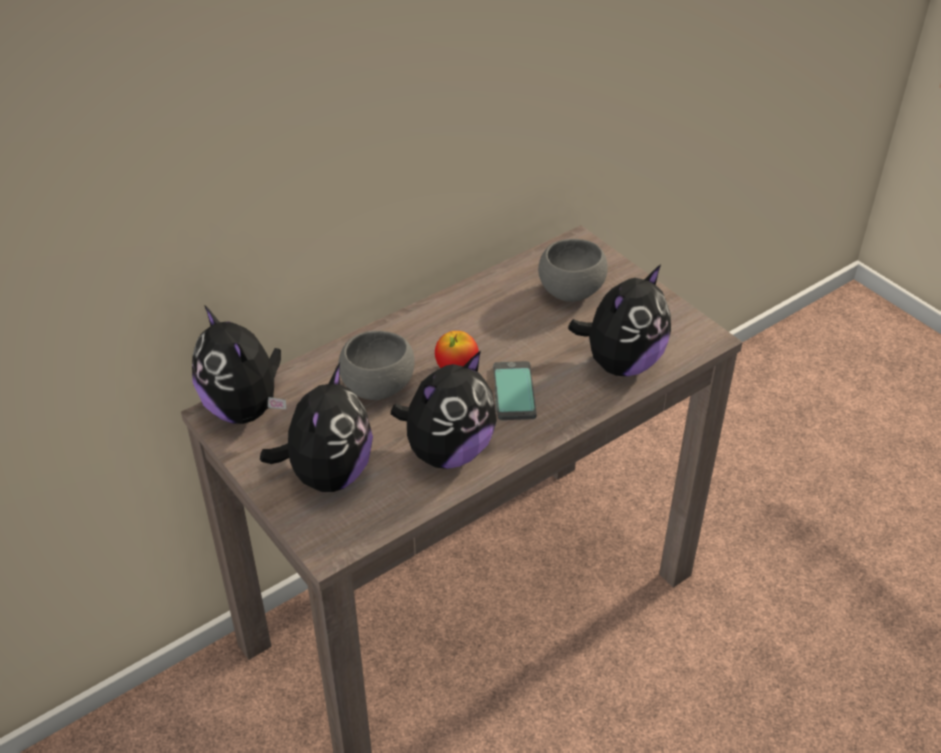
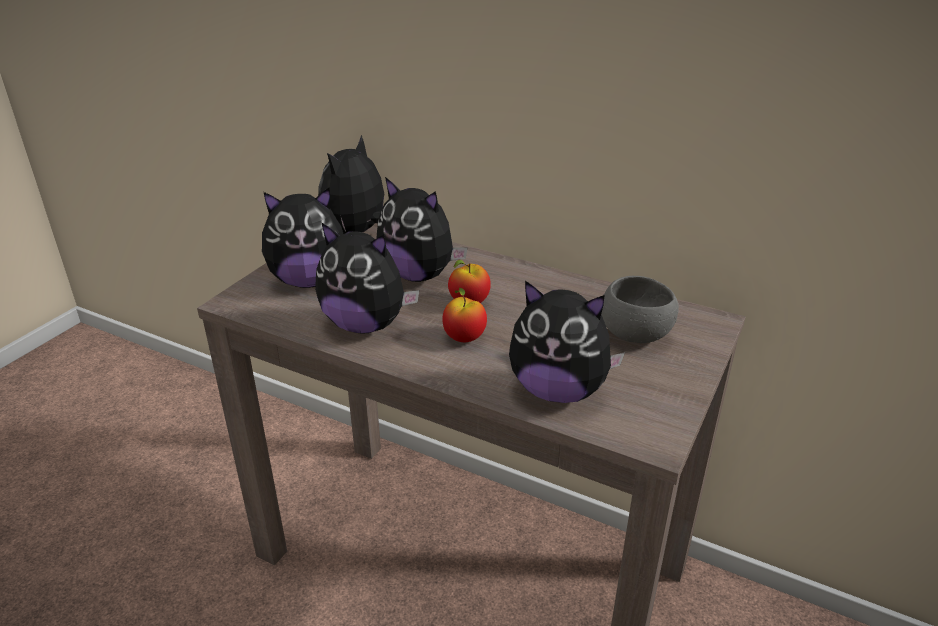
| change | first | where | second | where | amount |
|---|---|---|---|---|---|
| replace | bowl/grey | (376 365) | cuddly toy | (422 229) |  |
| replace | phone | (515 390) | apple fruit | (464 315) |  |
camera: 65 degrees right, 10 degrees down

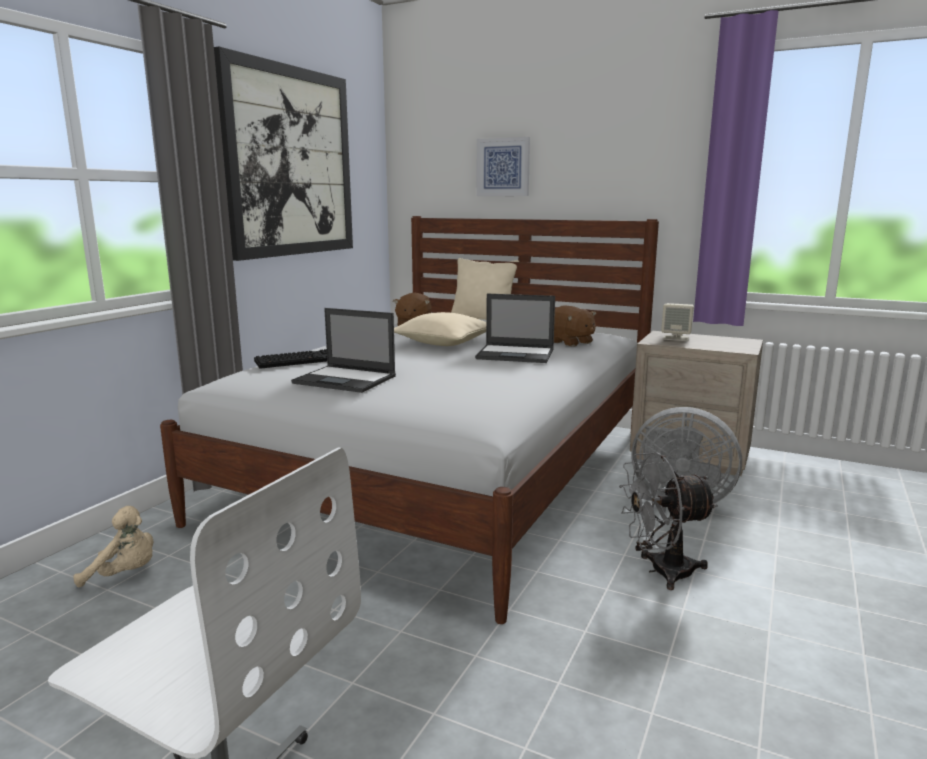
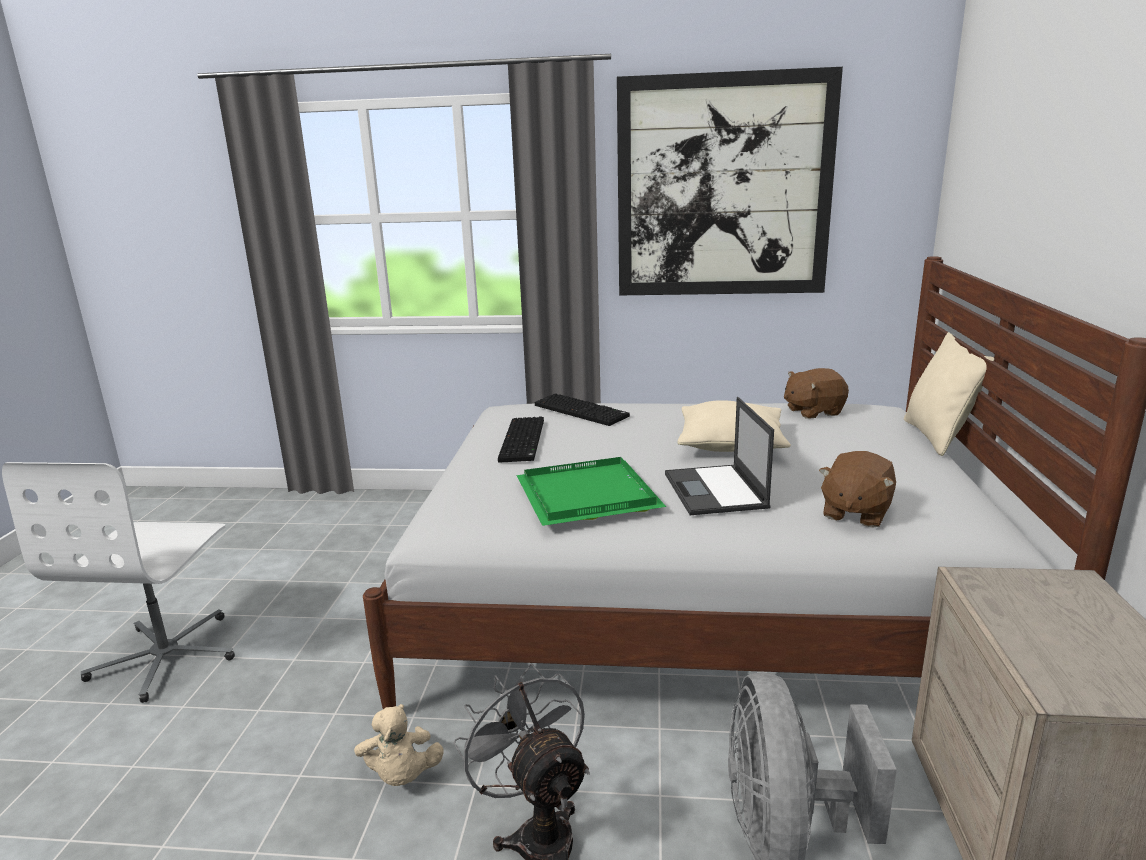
| change | first | where | second | where | amount |
|---|---|---|---|---|---|
| move | cuddly toy/beige | (113 546) |  | (399 745) |  |
| replace | portable computer | (343 350) | computer keyboard | (521 439) |  |
| delete | picture | (503 166) |  |  |  |
| delete | speaker/beige | (677 322) |  |  |  |
| insert |  |  | tray/green | (591 491) |  |
camera: 70 degrees right, 5 degrees up

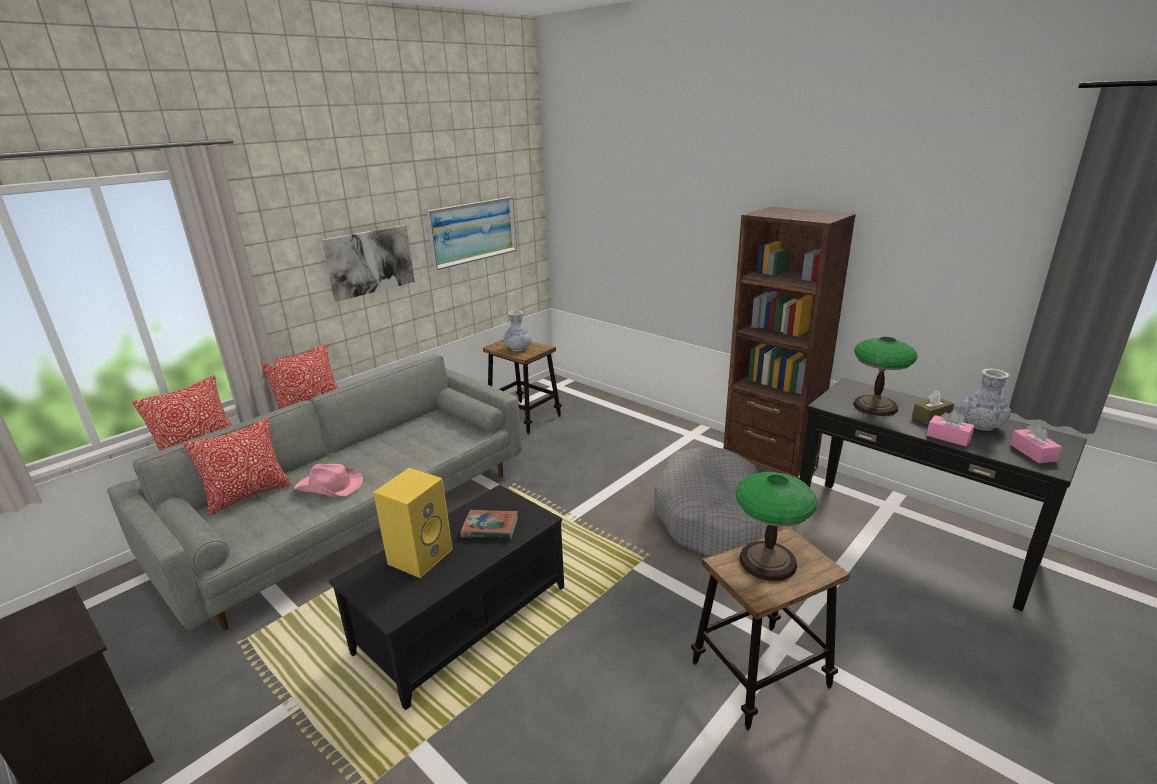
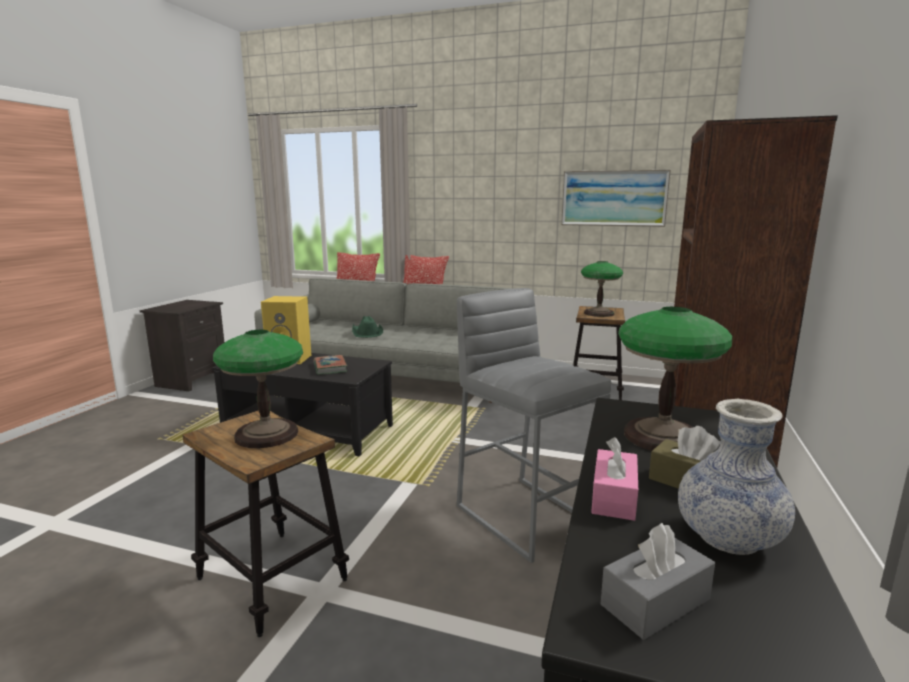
| change | first | where | second | where | amount |
|---|---|---|---|---|---|
| delete | pillow | (238 467) |  |  |  |
| recolor | clothing hat/pink | (328 480) | clothing hat/green | (367 327) |  |
| delete | picture | (368 263) |  |  |  |
| replace | decorative vase | (518 330) | tabletop lamp | (602 289) |  |
| replace | dog bed/grey | (716 502) | stool seat/grey | (534 425) |  |
| recolor | tissue box/pink | (1036 443) | tissue box/grey | (658 581) |  |
camera: 65 degrees right, 10 degrees down

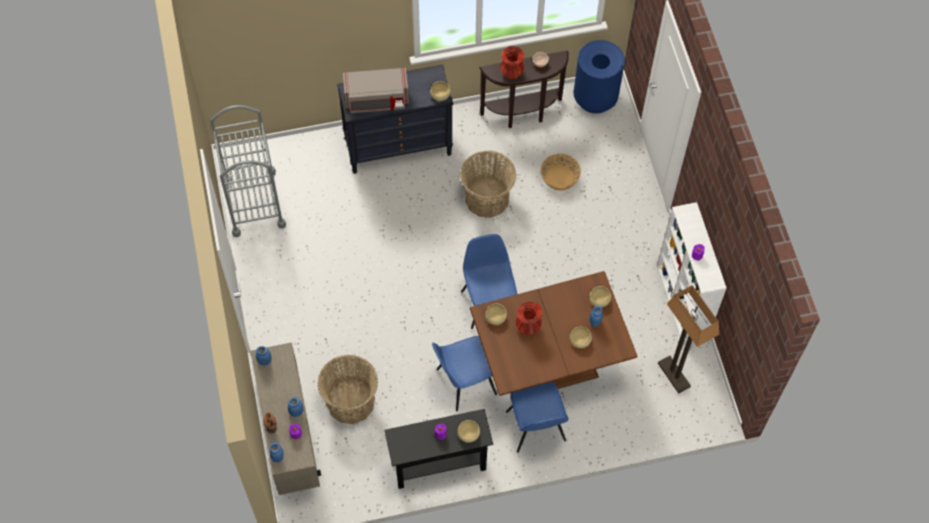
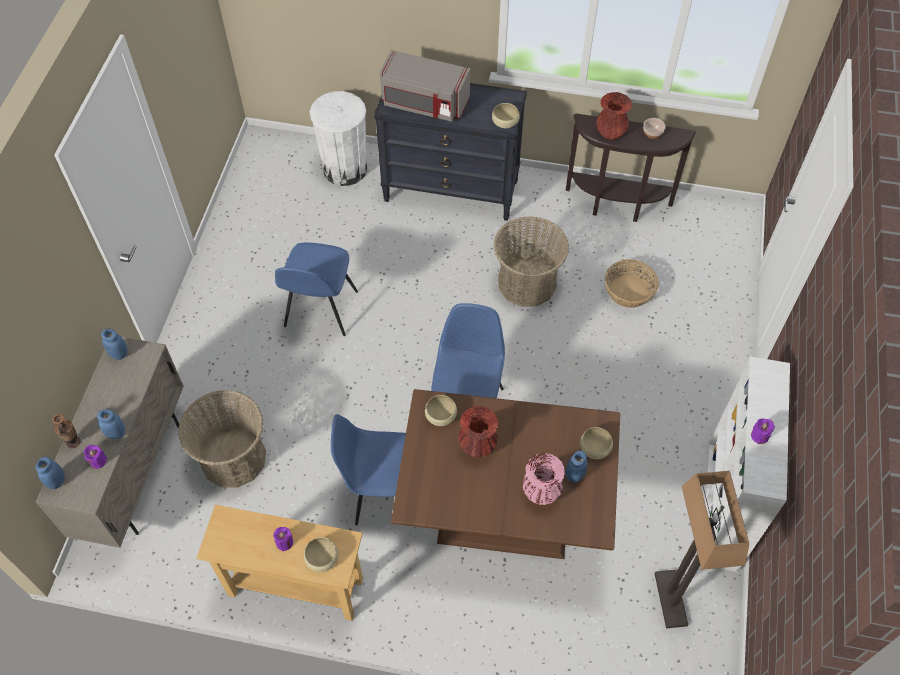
| change | first | where | second | where | amount |
|---|---|---|---|---|---|
| delete | trolley/grey | (248 171) |  |  |  |
| recolor | hall table/blackish | (438 449) | hall table/beige | (279 563) |  |
| move | plain chair/bluish | (537 416) |  | (316 289) |  |
| replace | bowl/beige | (581 337) | decorative vase/pink | (544 479) |  |
| delete | rubbish bin/bluish | (599 76) |  |  |  |
| insert |  |  | rubbish bin/white-coloured | (338 138) |  |
camera: 25 degrees right, 5 degrees down

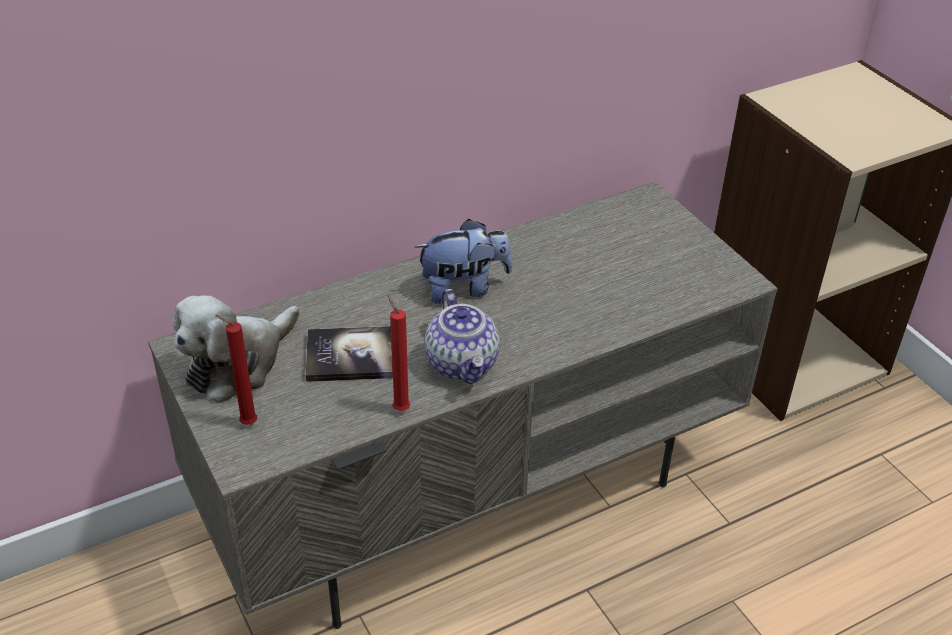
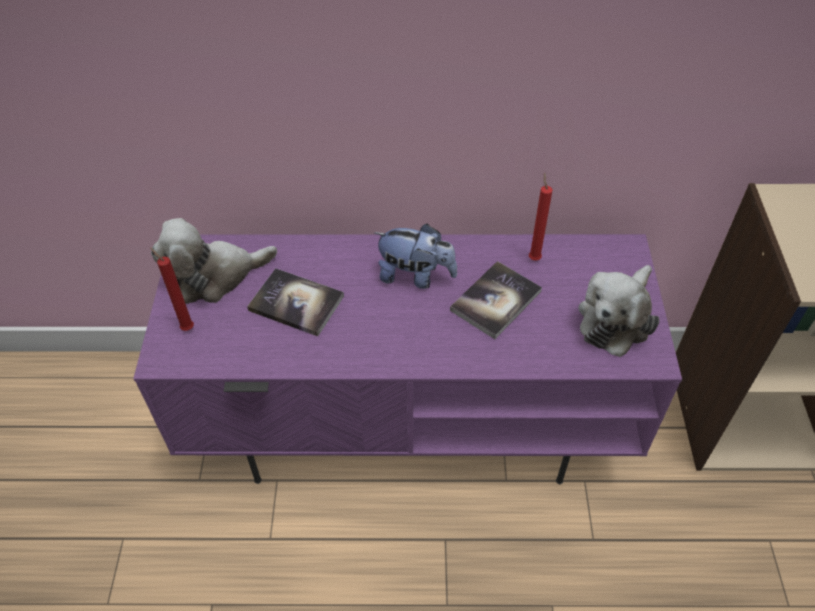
| change | first | where | second | where | amount |
|---|---|---|---|---|---|
| recolor | media console/grey | (463 405) | media console/purple-coloured | (407 359) |  |
| move | wax candle/red | (398 353) |  | (540 217) |  |
| delete | pot for tea | (462 336) |  |  |  |
| insert |  |  | volume | (496 300) |  |
| insert |  |  | cuddly toy | (618 311) |  |
camera: 30 degrees right, 10 degrees up

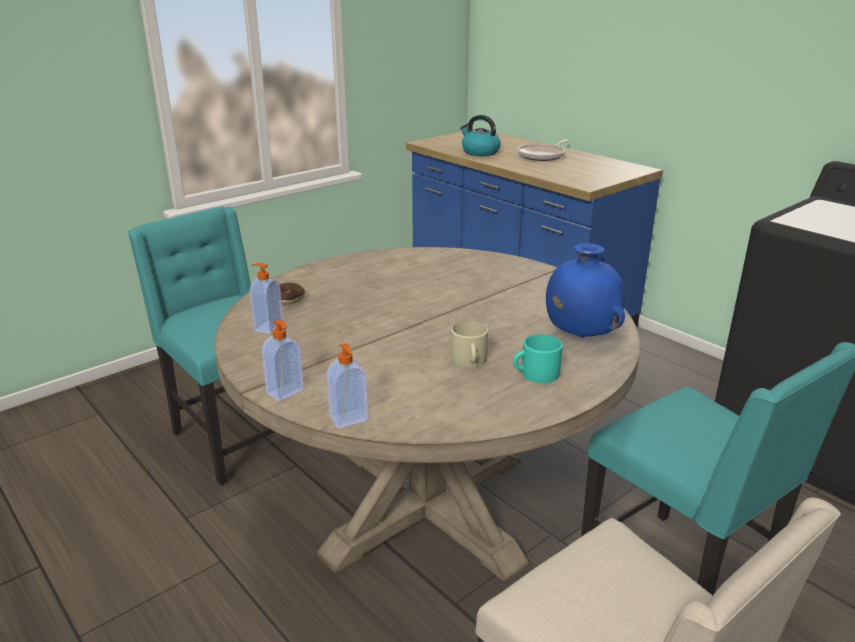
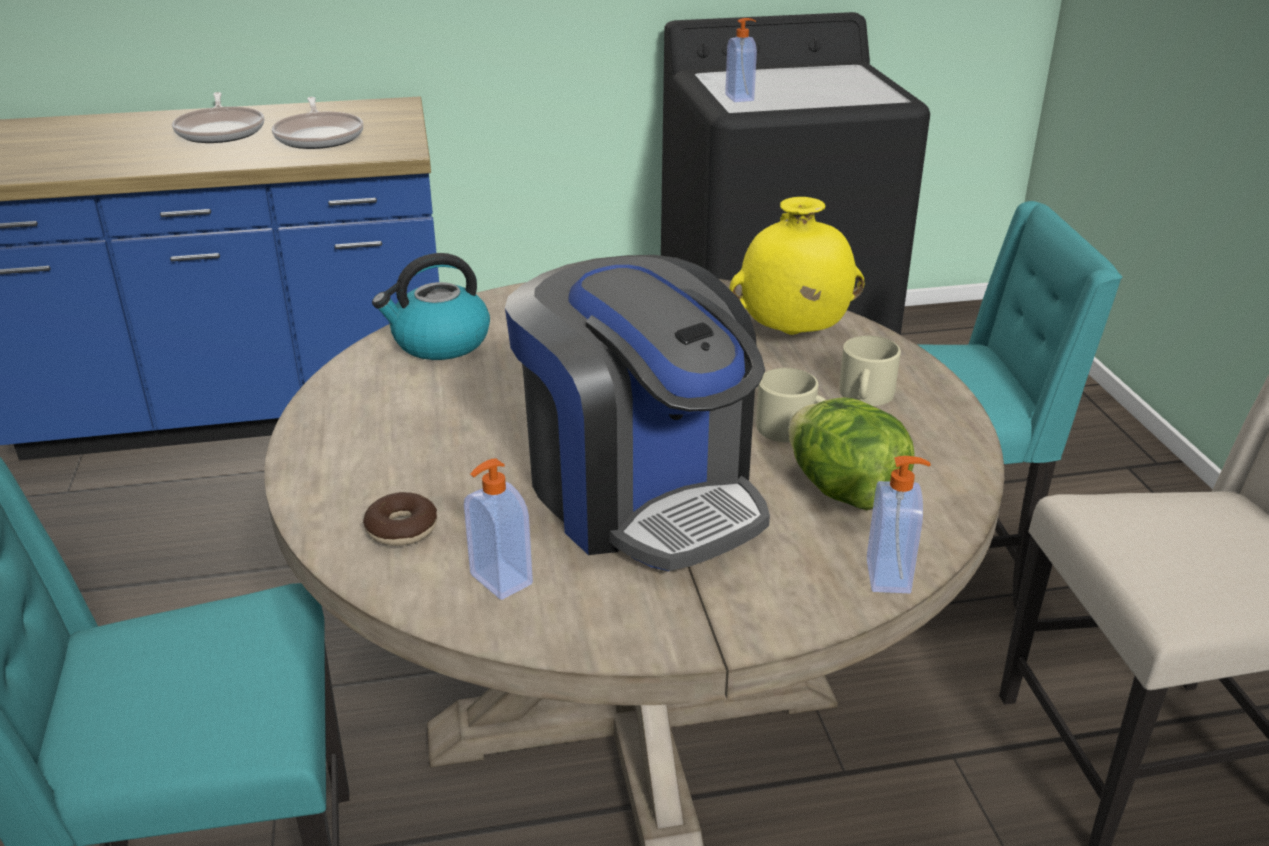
| change | first | where | second | where | amount |
|---|---|---|---|---|---|
| move | liquid soap bottle | (282 361) |  | (741 60) |  |
| move | kettle | (480 135) |  | (431 306) |  |
| recolor | tea mug/turquoise | (538 358) | tea mug/beige | (870 371) |  |
| recolor | decorative vase/bluish | (585 290) | decorative vase/yellow | (797 266) |  |
| insert |  |  | frying pan | (317 123) |  |
| insert |  |  | coffee machine | (637 413) |  |
| insert |  |  | head of lettuce | (851 453) |  |
camera: 60 degrees left, 5 degrees up

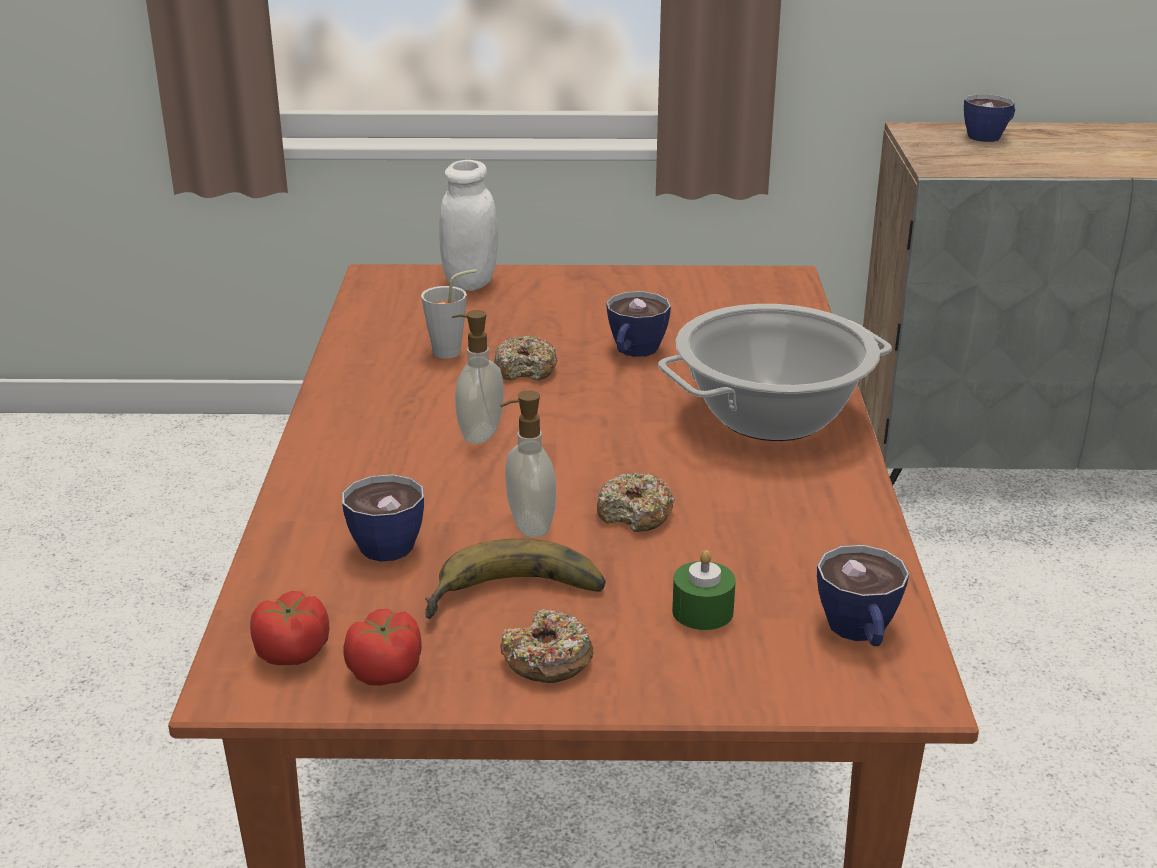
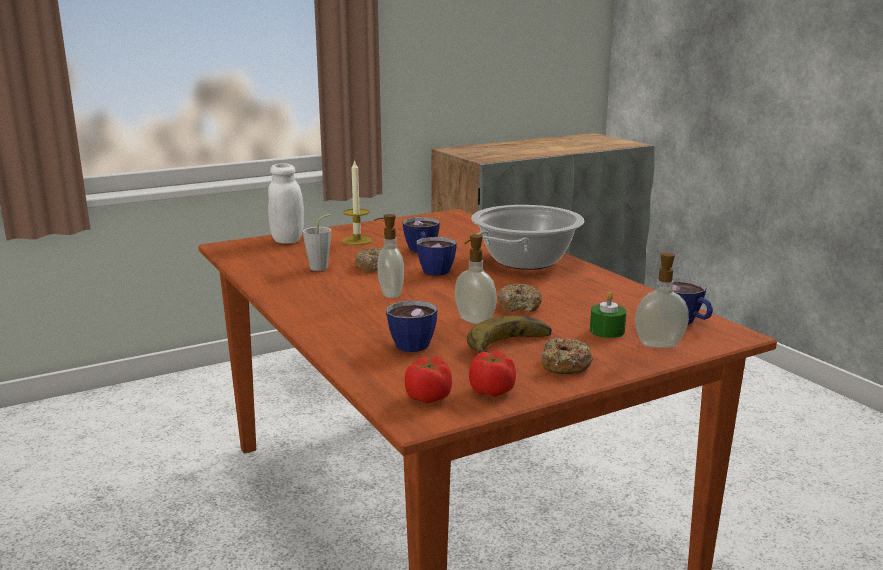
| change | first | where | second | where | amount |
|---|---|---|---|---|---|
| move | cup | (989 118) |  | (436 256) |  |
| insert |  |  | wax candle | (357 202) |  |
| insert |  |  | liquid soap bottle | (662 300) |  |
camera: 30 degrees left, 10 degrees down

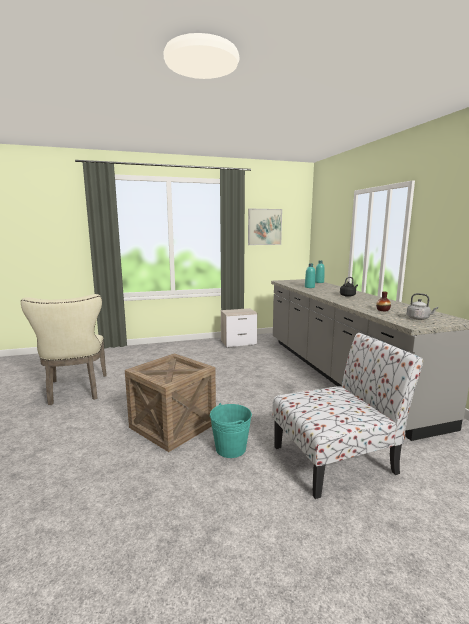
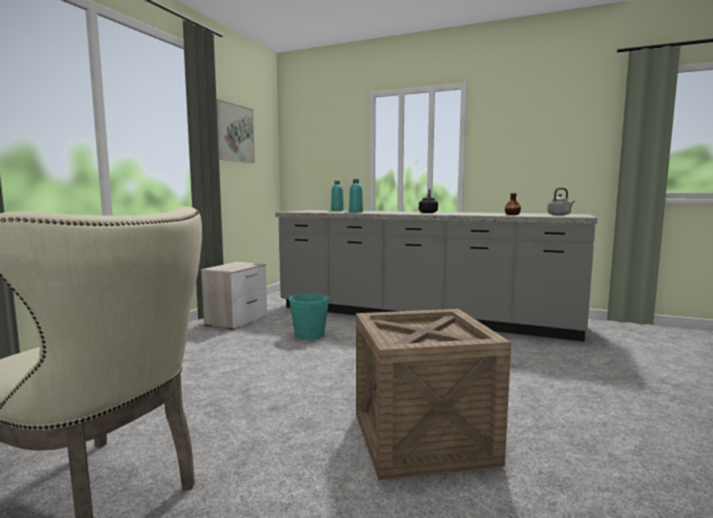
| change | first | where | second | where | amount |
|---|---|---|---|---|---|
| move | pail/turquoise | (231 430) |  | (309 316) |  |
| delete | plain chair | (348 416) |  |  |  |
camera: 50 degrees left, 5 degrees down

